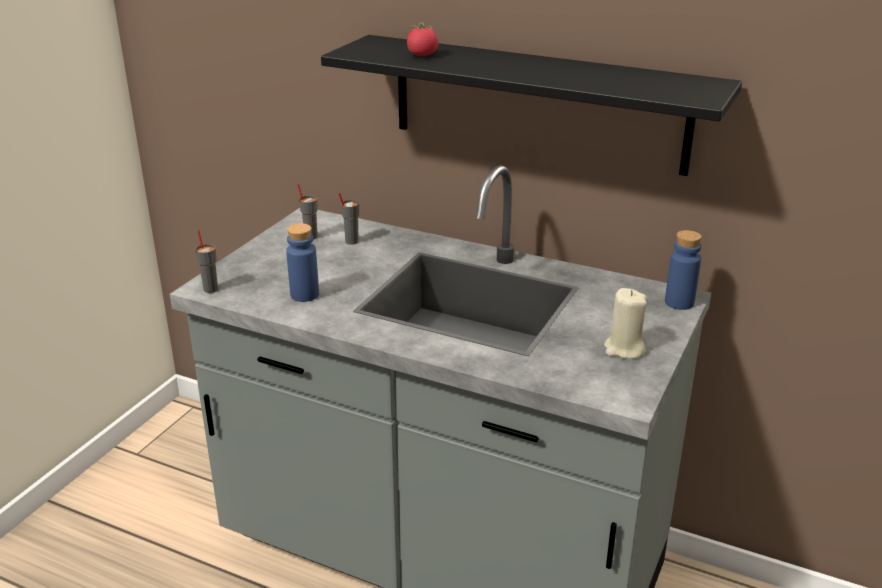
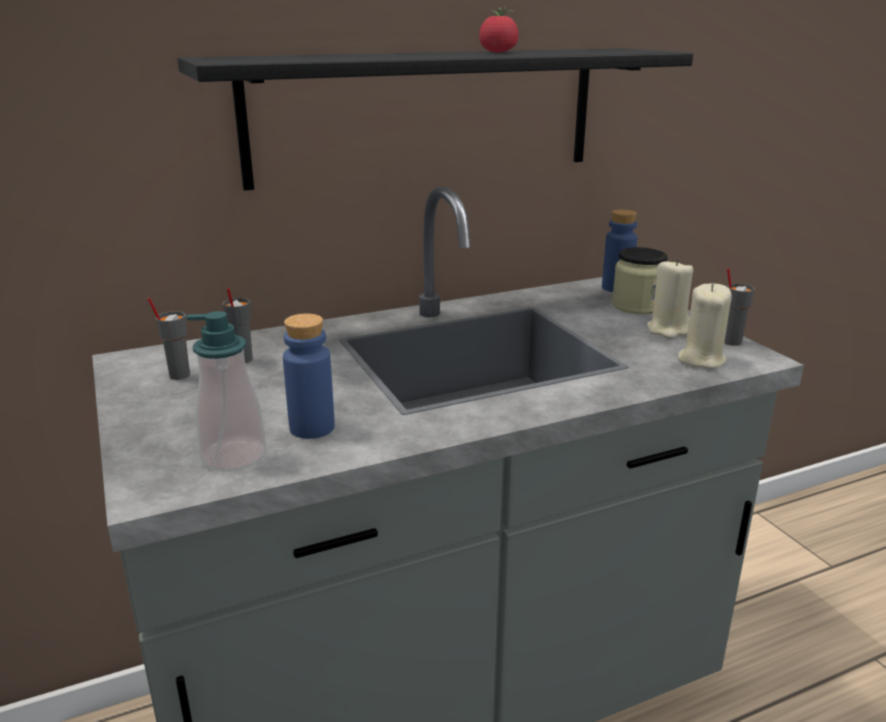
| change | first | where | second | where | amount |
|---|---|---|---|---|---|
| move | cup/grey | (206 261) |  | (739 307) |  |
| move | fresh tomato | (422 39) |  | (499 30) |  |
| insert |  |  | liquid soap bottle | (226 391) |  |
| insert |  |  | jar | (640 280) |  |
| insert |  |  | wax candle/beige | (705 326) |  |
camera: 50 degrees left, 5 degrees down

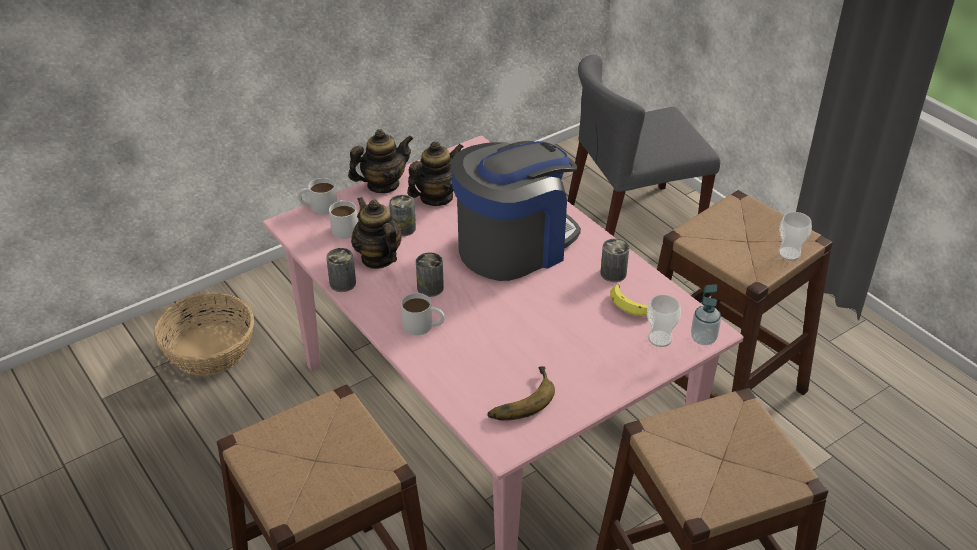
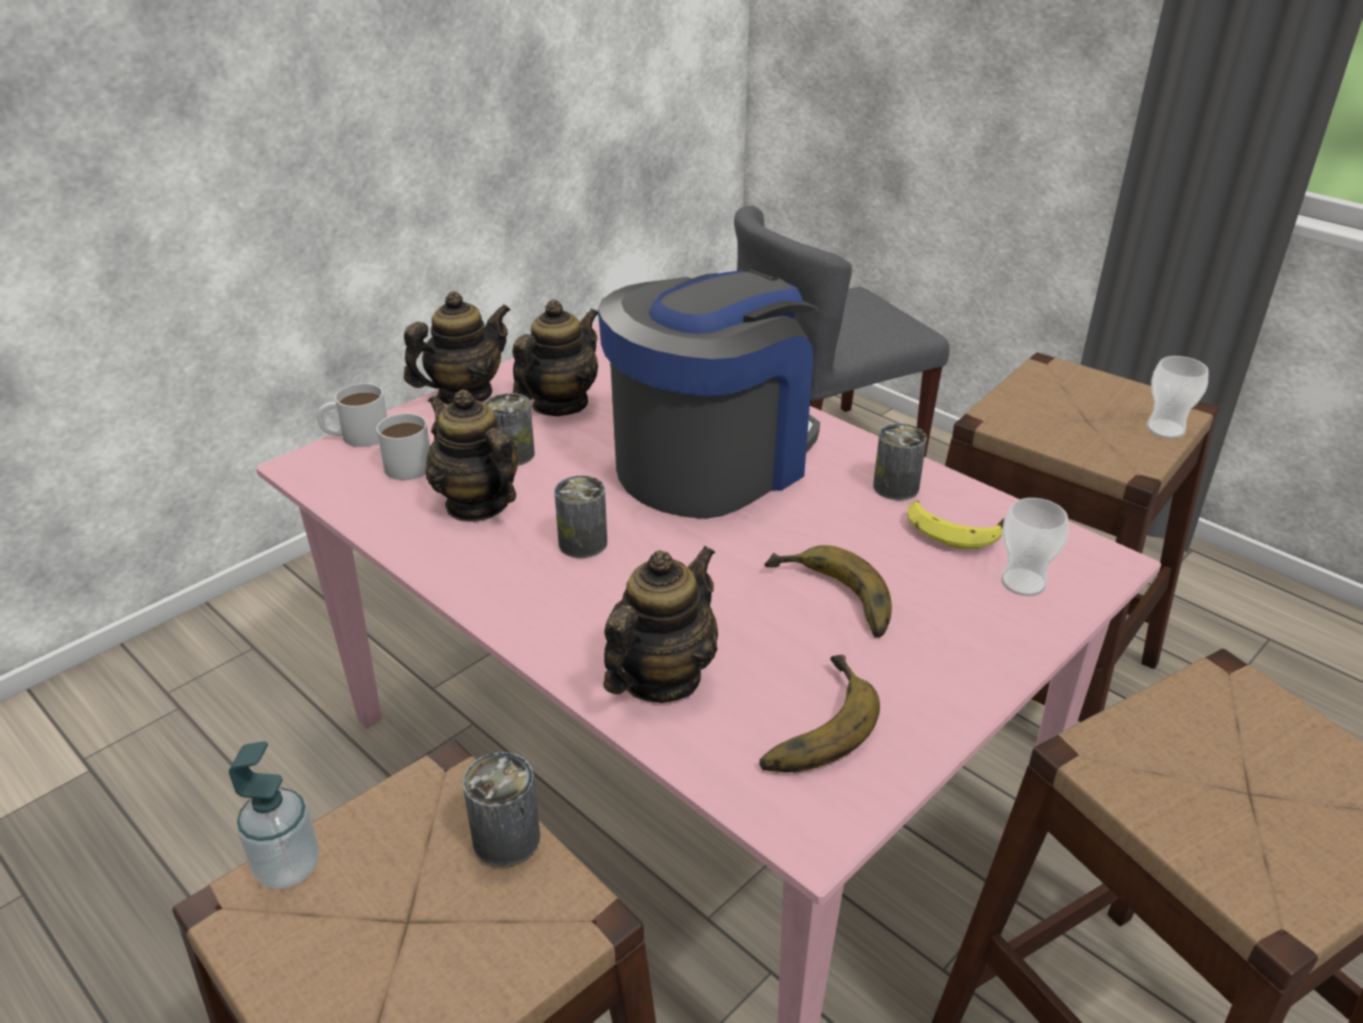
| change | first | where | second | where | amount |
|---|---|---|---|---|---|
| delete | storage basket | (204 334) |  |  |  |
| move | metal can | (341 270) |  | (501 809) |  |
| delete | tea mug/white-coloured | (423 314) |  |  |  |
| move | liquid soap bottle | (706 314) |  | (274 815) |  |
| insert |  |  | pot for tea | (660 624) |  |
| insert |  |  | banana fruit | (828 591) |  |
camera: 10 degrees left, 5 degrees down

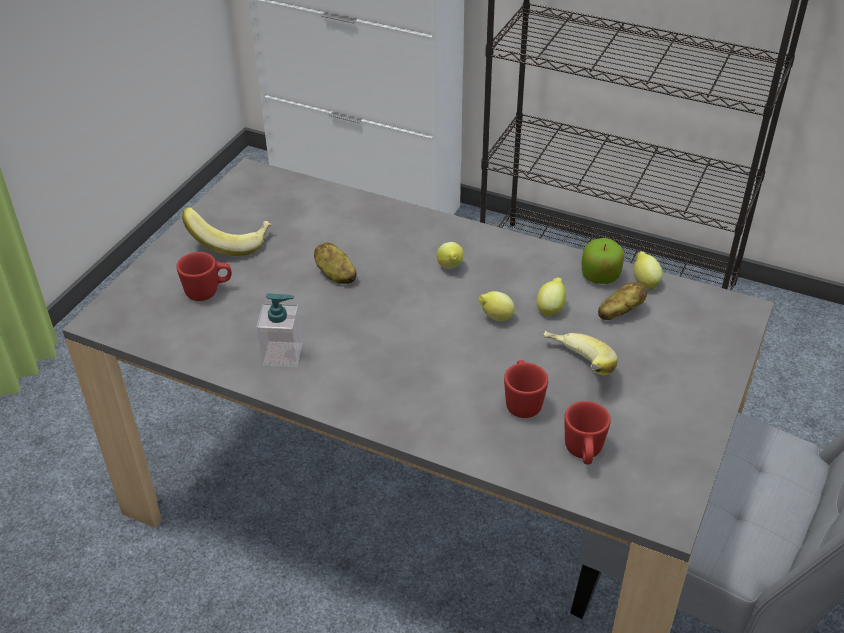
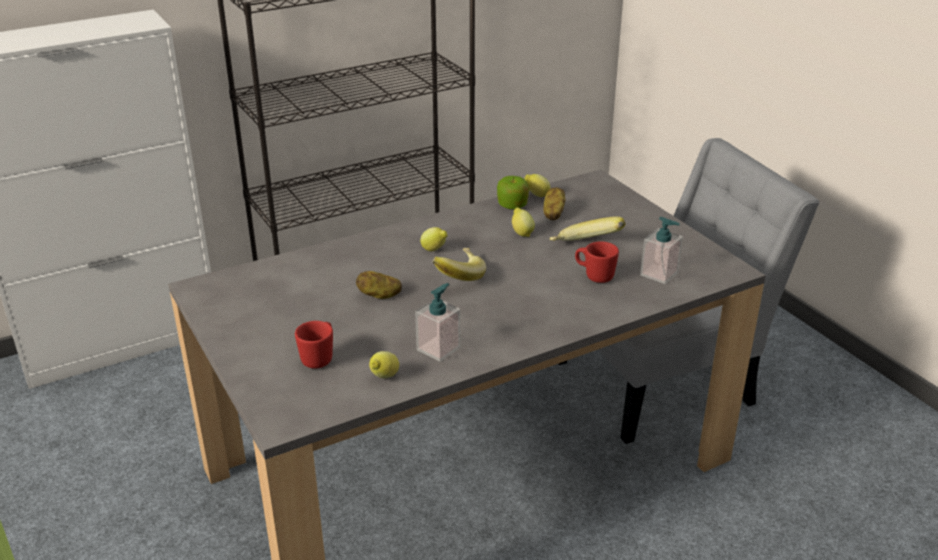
| change | first | where | second | where | amount |
|---|---|---|---|---|---|
| move | banana fruit | (226 231) |  | (459 264) |  |
| move | whole lemon | (496 306) |  | (384 364) |  |
| replace | tea mug/red | (587 433) | liquid soap bottle | (661 250) |  |
camera: 55 degrees left, 10 degrees down

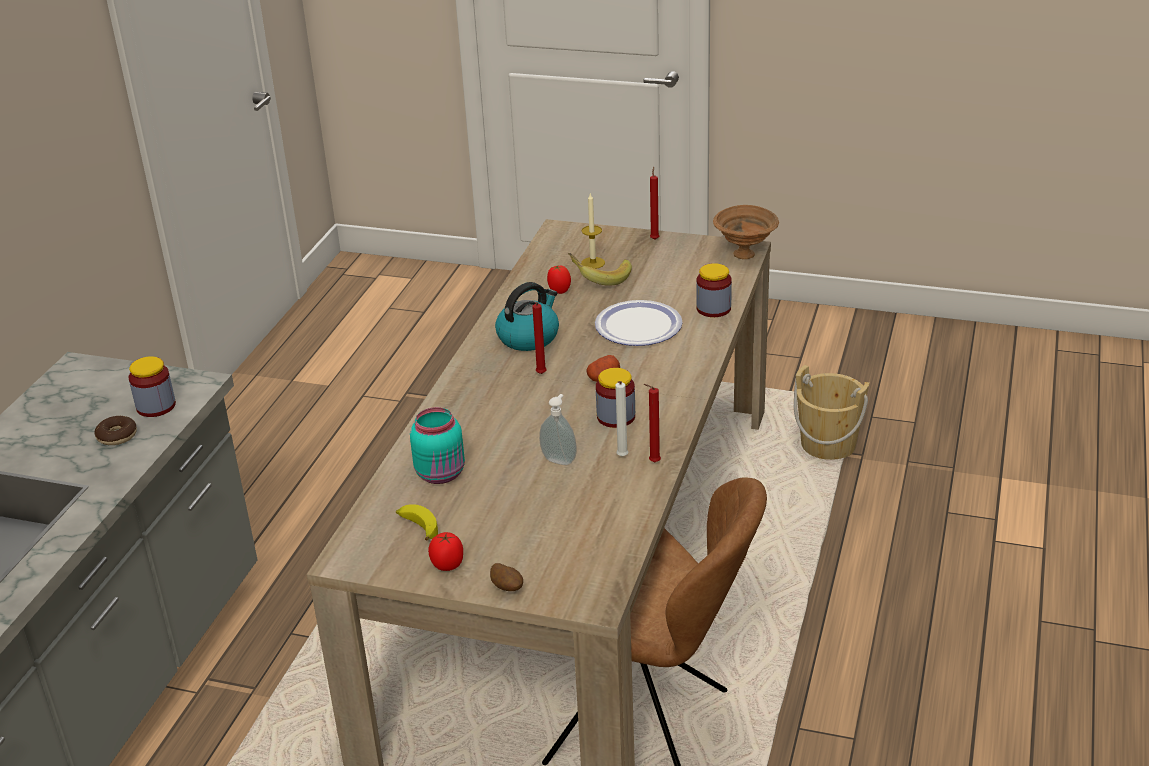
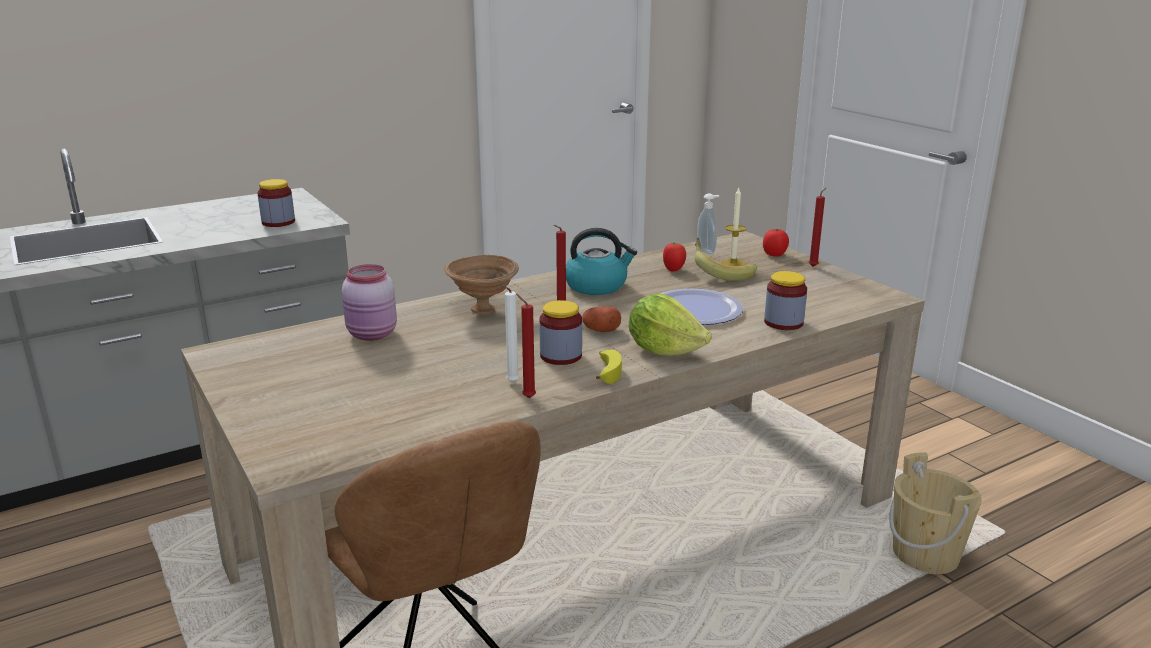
| change | first | where | second | where | amount |
|---|---|---|---|---|---|
| delete | ring doughnut | (115 430) |  |  |  |
| move | banana fruit | (417 522) |  | (609 366) |  |
| recolor | jar/turquoise | (437 445) | jar/pink | (369 302) |  |
| move | fresh tomato | (445 551) |  | (776 243) |  |
| delete | whole potato | (506 577) |  |  |  |
| move | liquid soap bottle | (558 429) |  | (708 224) |  |
| move | bowl/brown | (746 232) |  | (481 284) |  |
| insert |  |  | head of lettuce | (670 325) |  |
camera: 40 degrees right, 10 degrees down

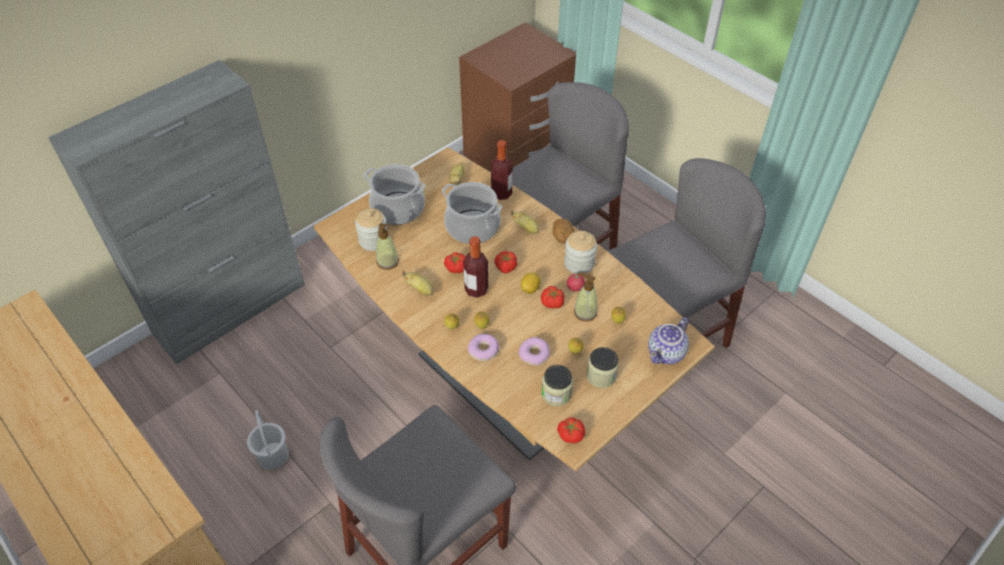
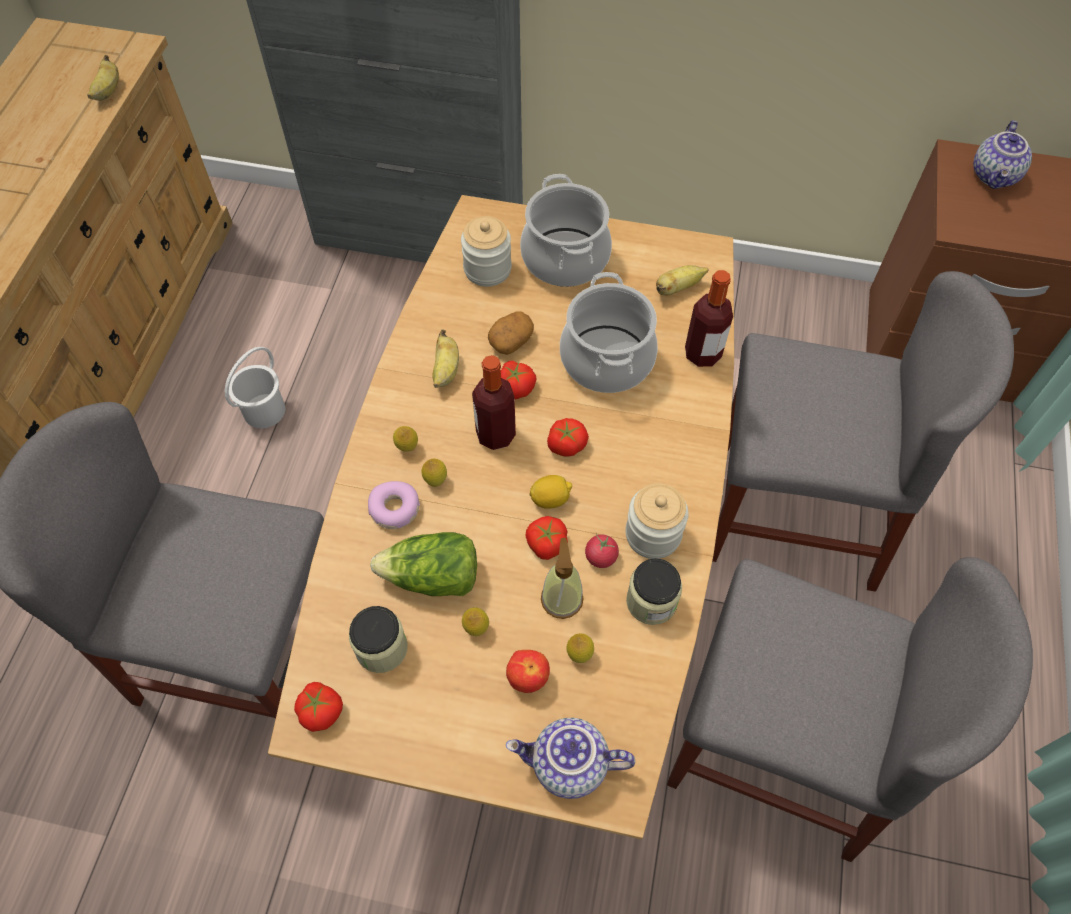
| change | first | where | second | where | amount |
|---|---|---|---|---|---|
| delete | liquid soap bottle | (387 246) |  |  |  |
| move | banana fruit | (525 222) |  | (103 78) |  |
| replace | ring doughnut | (534 351) | head of lettuce | (423 564) |  |
| move | whole potato | (563 231) |  | (511 333) |  |
| move | jar | (602 367) |  | (654 591) |  |
| insert |  |  | apple fruit | (528 671) |  |
| insert |  |  | pot for tea | (1002 154) |  |
camera: 55 degrees right, 10 degrees up

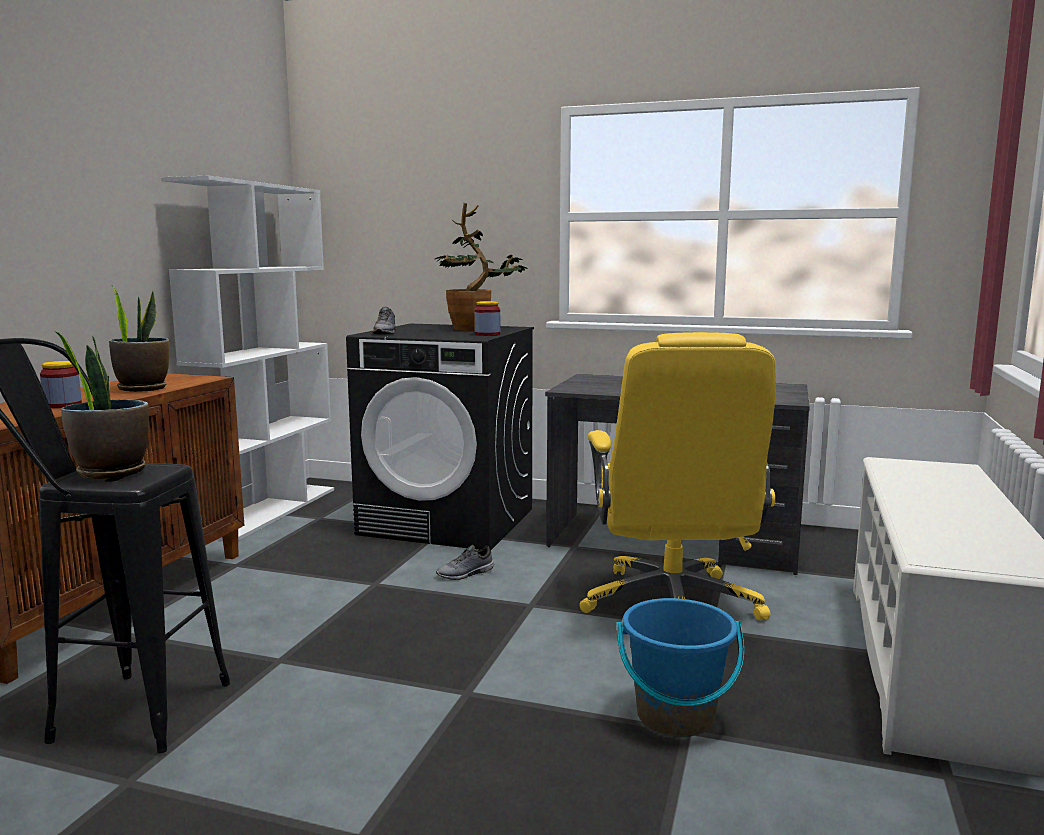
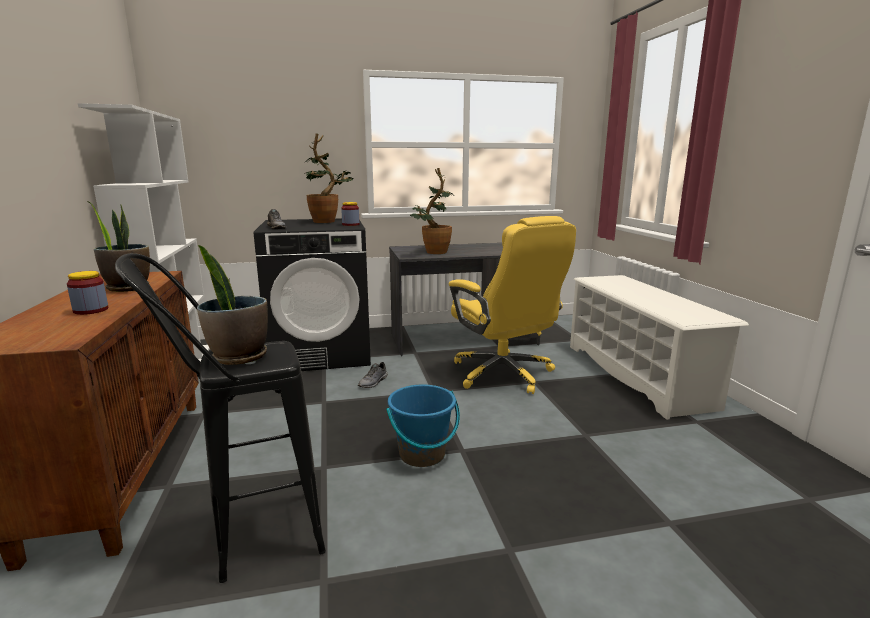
| change | first | where | second | where | amount |
|---|---|---|---|---|---|
| move | pail/bluish | (680 667) |  | (423 425) |  |
| insert |  |  | potted plant | (432 211) |  |
camera: 30 degrees left, 5 degrees up

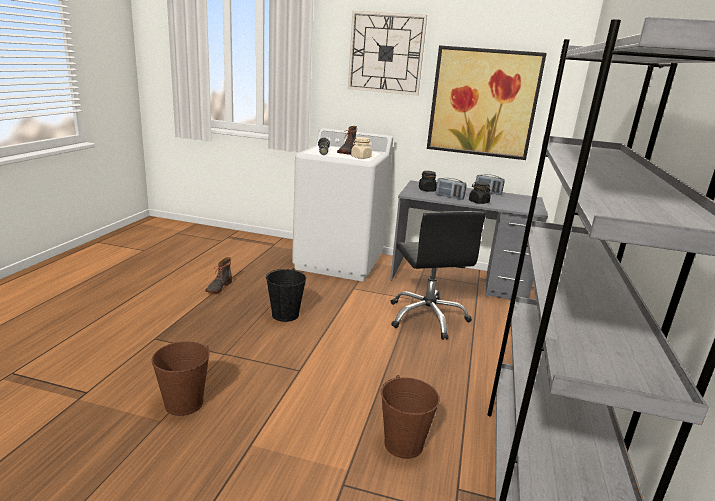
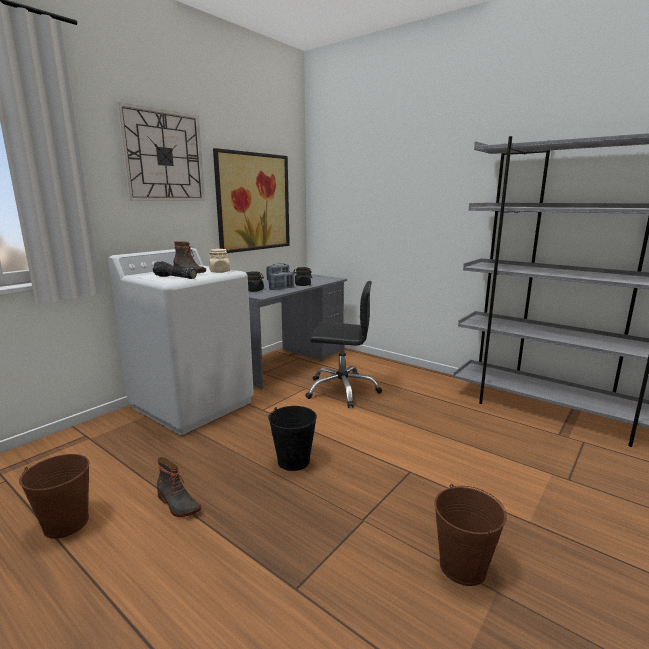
| change | first | where | second | where | amount |
|---|---|---|---|---|---|
| move | pail/brown | (410 417) |  | (54 496) |  |
camera: 65 degrees left, 5 degrees down

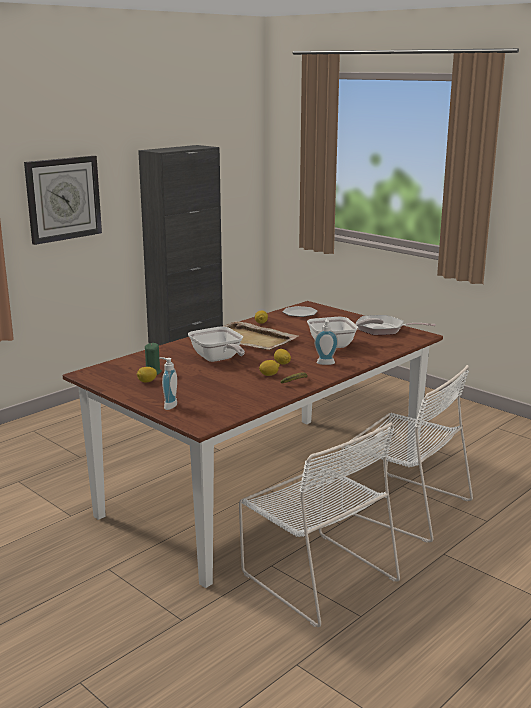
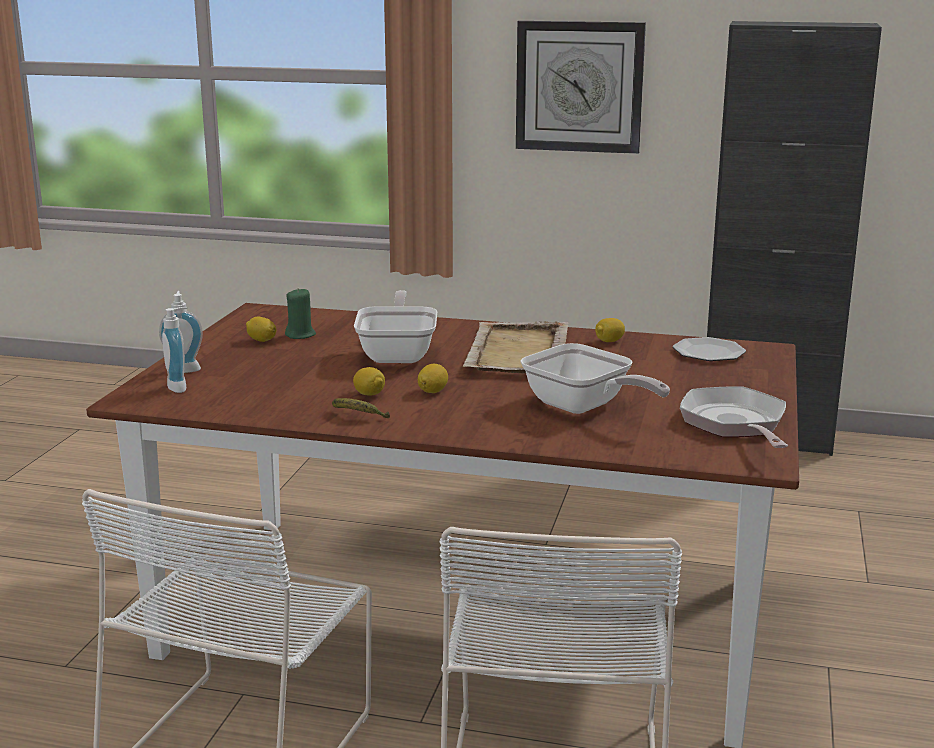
| change | first | where | second | where | amount |
|---|---|---|---|---|---|
| rotate | frying pan | (216 344) |  | (395 326) | 150 degrees clockwise |
| move | liquid soap bottle | (326 341) |  | (175 350) |  |
camera: 60 degrees right, 0 degrees up

